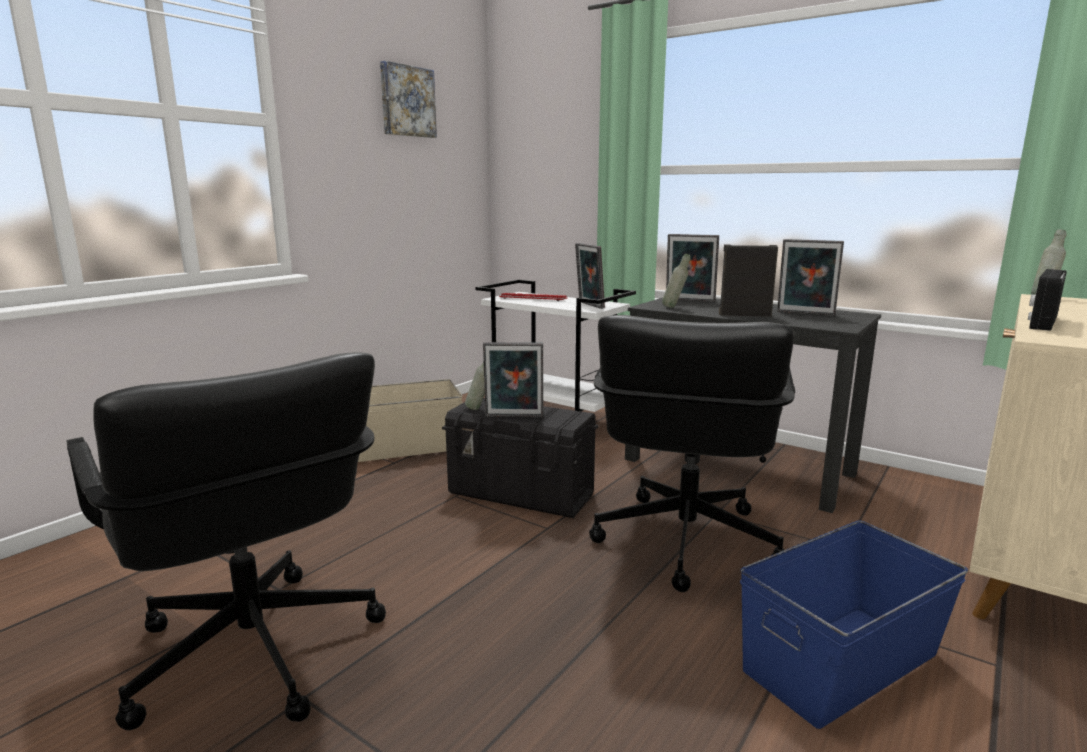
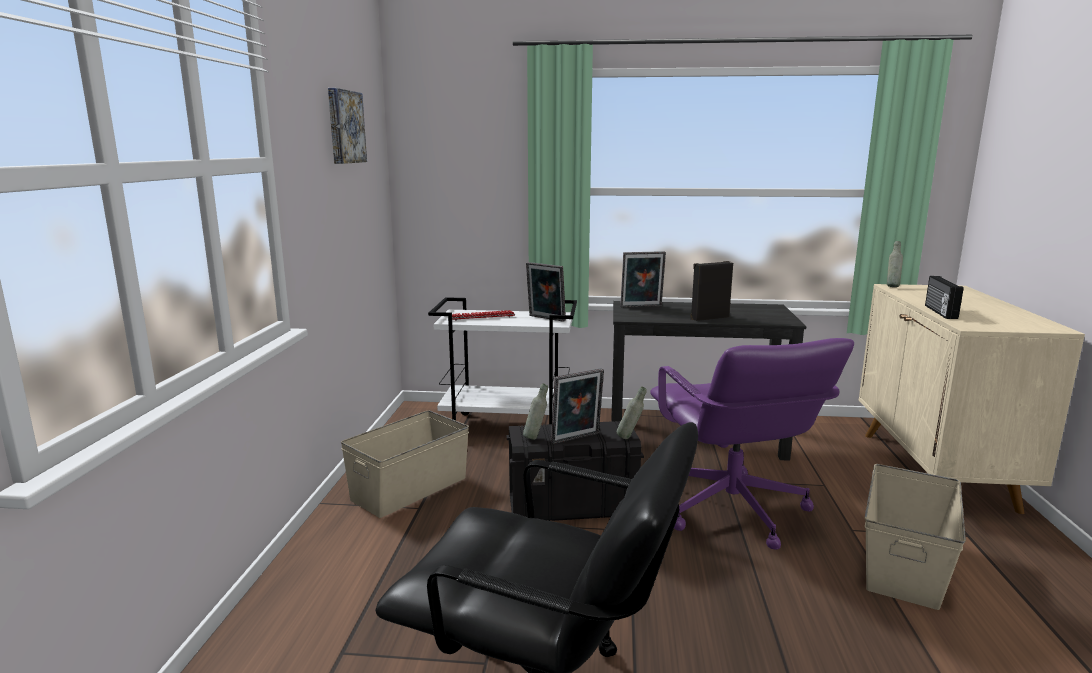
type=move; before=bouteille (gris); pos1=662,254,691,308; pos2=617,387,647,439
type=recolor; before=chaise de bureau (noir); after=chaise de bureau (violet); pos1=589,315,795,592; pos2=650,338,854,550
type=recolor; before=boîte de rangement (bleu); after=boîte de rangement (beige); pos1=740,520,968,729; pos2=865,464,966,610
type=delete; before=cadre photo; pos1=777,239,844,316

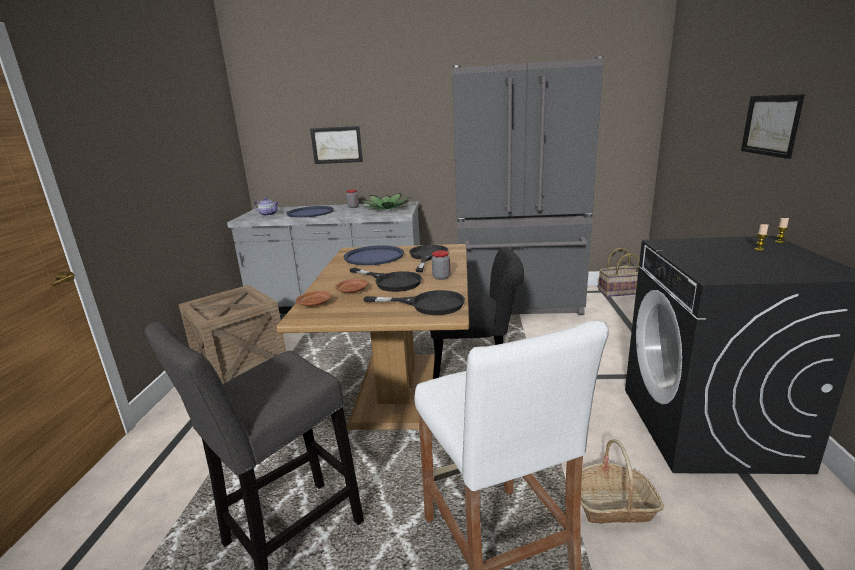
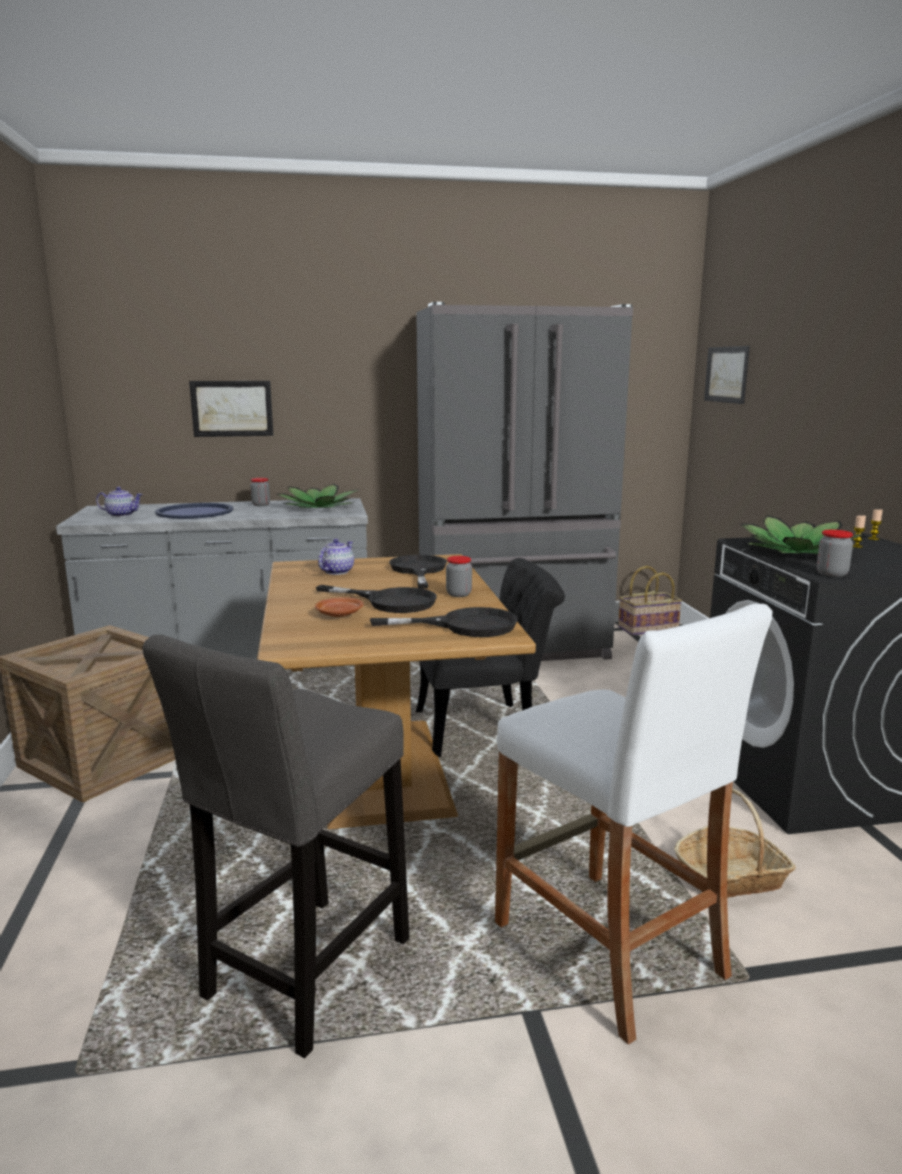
type=replace; before=plateau (bleu); after=théière; pos1=344,245,404,265; pos2=318,539,354,575
type=move; before=tableau; pos1=741,94,805,159; pos2=704,346,750,404
type=insert; after=plante en pot; pos2=738,515,866,554
type=insert; after=bocal; pos2=817,530,853,577
type=delete; before=assiette (marron); pos1=296,291,332,307

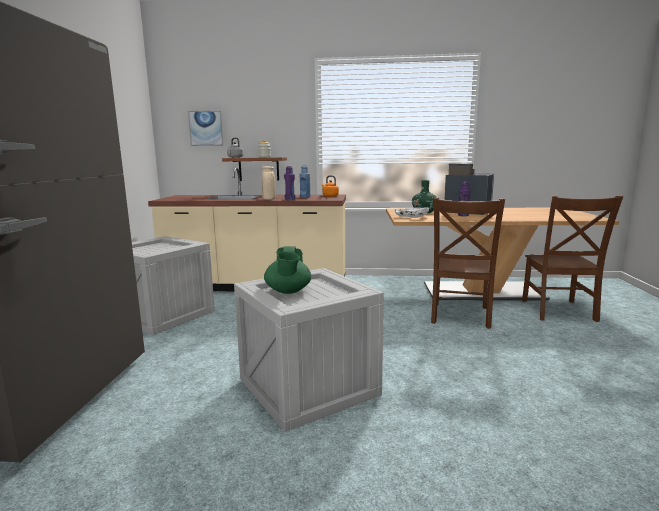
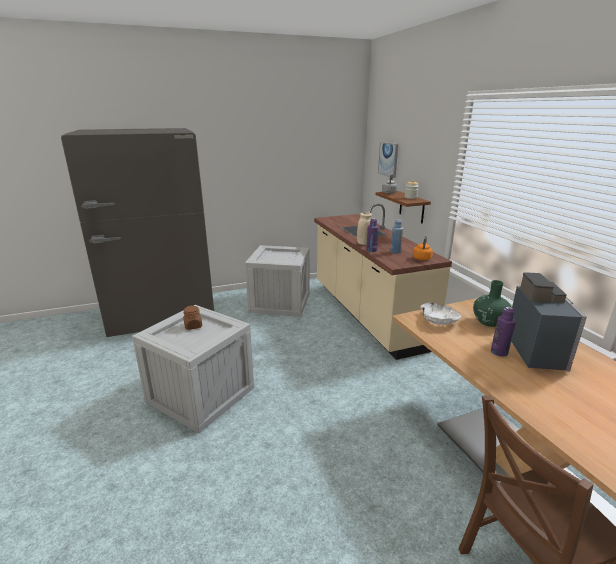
type=replace; before=théière (vert); after=bocal (marron); pos1=264,246,311,294; pos2=183,305,202,330
type=delete; before=chaise (marron); pos1=431,198,505,329

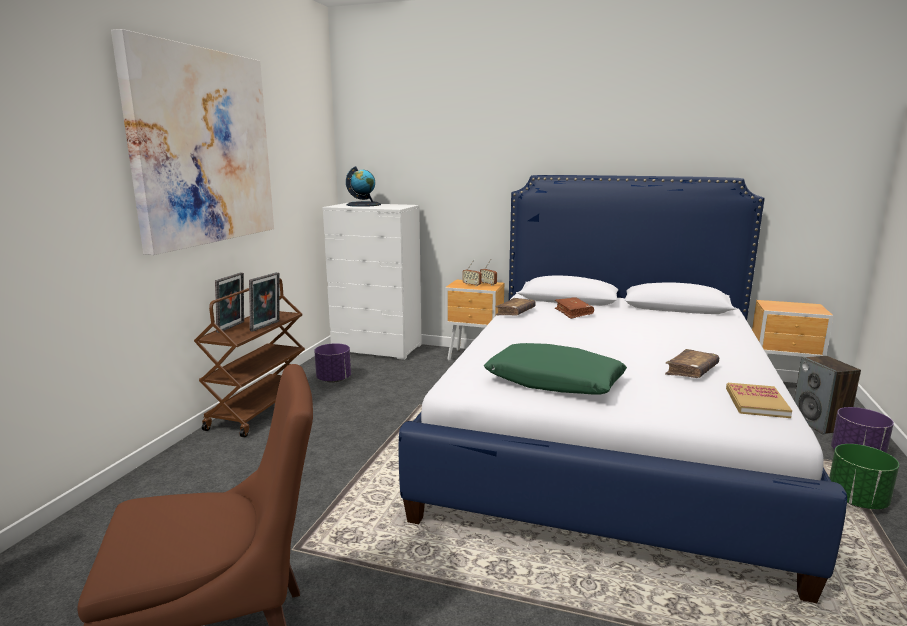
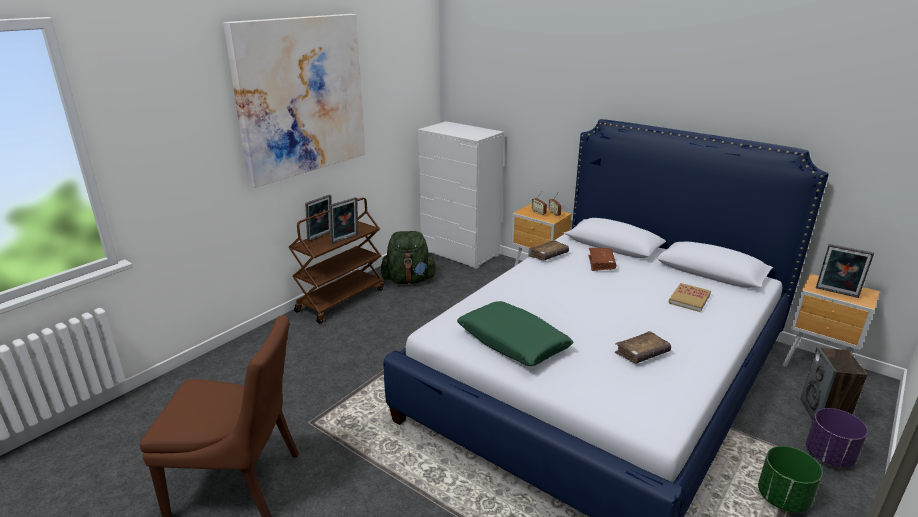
type=replace; before=cache-pot (violet); after=sac à dos (vert); pos1=314,343,351,383; pos2=381,231,437,284
type=move; before=livre; pos1=726,383,792,418; pos2=668,283,711,312
type=insert; after=cadre photo; pos2=816,244,874,298
type=delete; before=globe; pos1=346,166,381,207

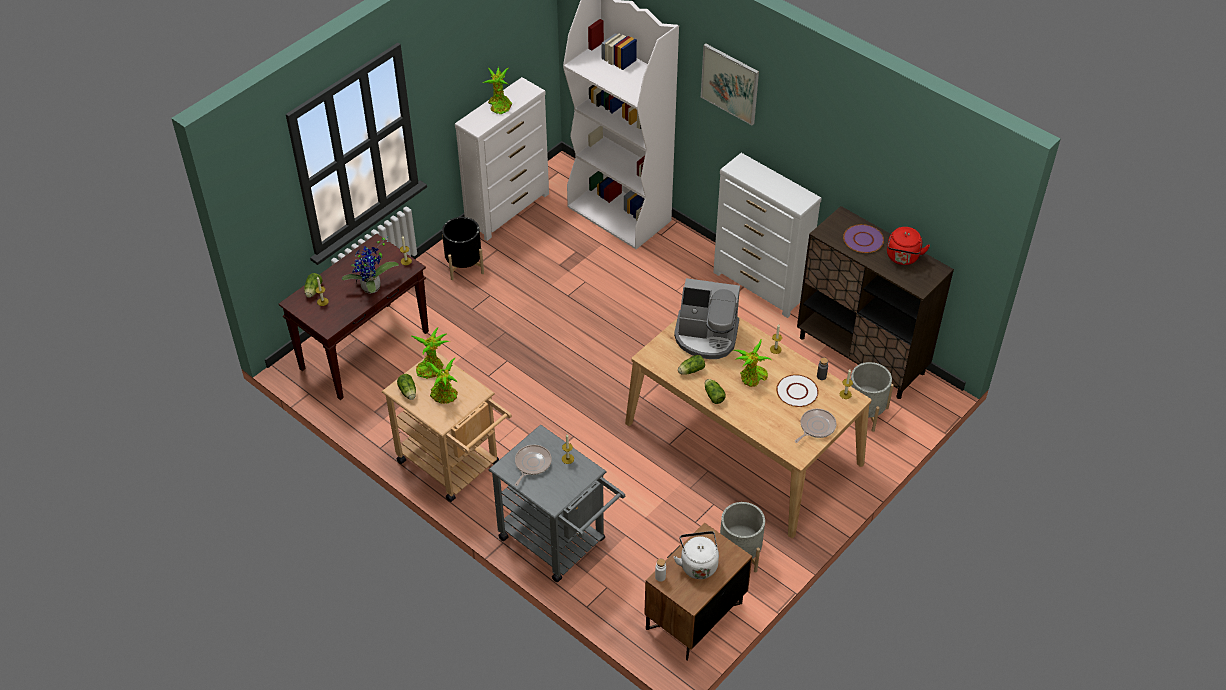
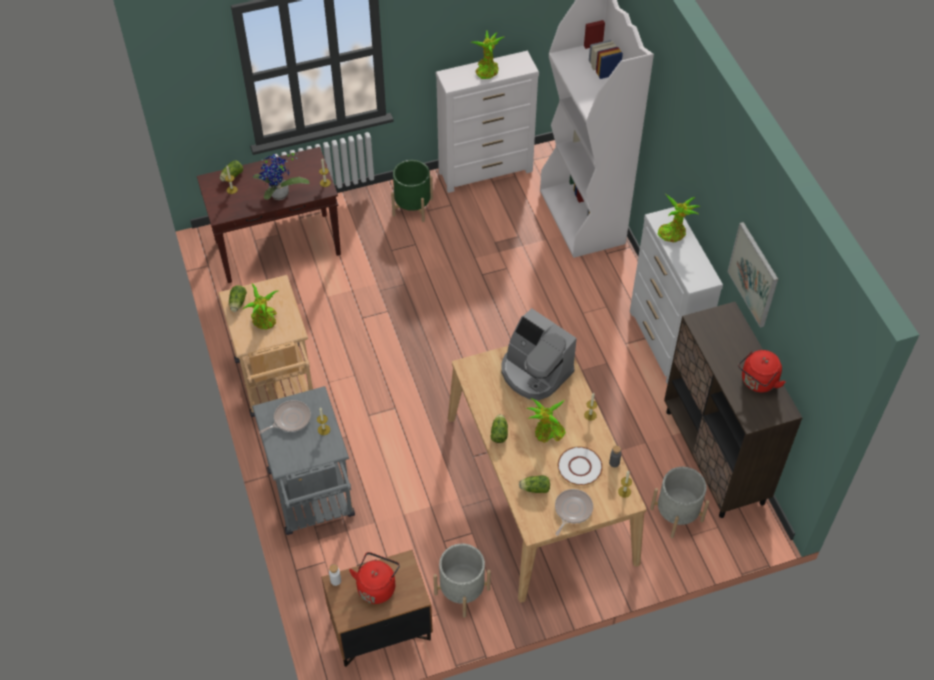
type=recolor; before=bouilloire (blanc); after=bouilloire (rouge); pos1=674,531,719,579; pos2=349,552,400,604
type=recolor; before=cache-pot (noir); after=cache-pot (vert); pos1=442,217,484,280; pos2=391,160,433,222
type=move; before=laitue; pos1=678,355,705,375; pos2=519,475,550,493
type=rotate; before=poêle; pos1=795,409,836,443; pos2=555,489,593,536; turn=-45
type=move; before=plante en pot; pos1=410,327,450,379; pos2=658,194,701,242
type=move; before=tableau; pos1=701,44,759,125; pos2=727,222,778,328
type=delete; before=assiette (violet); pos1=843,224,884,253

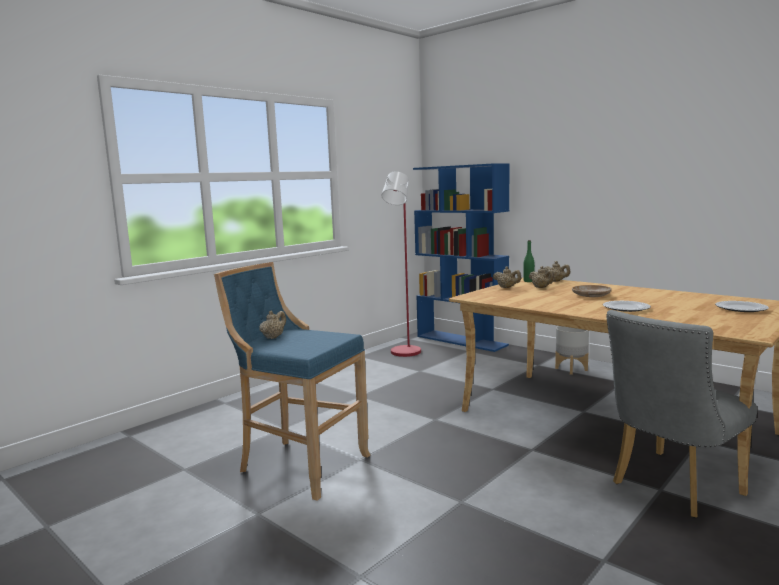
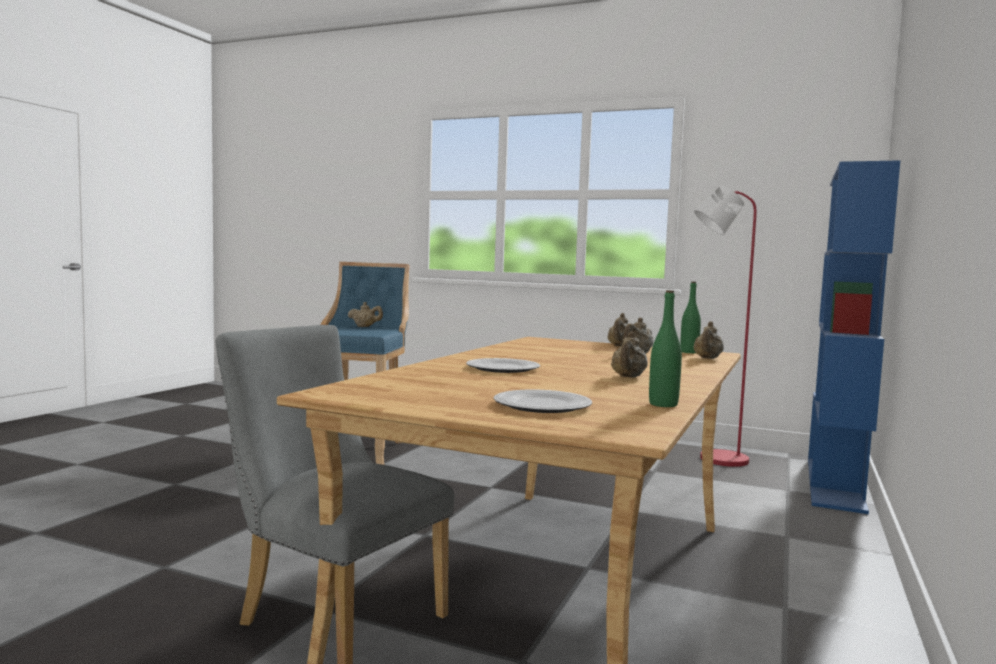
type=insert; after=théière (beige); pos2=611,331,648,378
type=insert; after=bouteille (vert); pos2=649,290,682,407
type=delete; before=cache-pot (gris); pos1=555,326,589,375
type=delete; before=assiette (beige); pos1=572,285,612,297

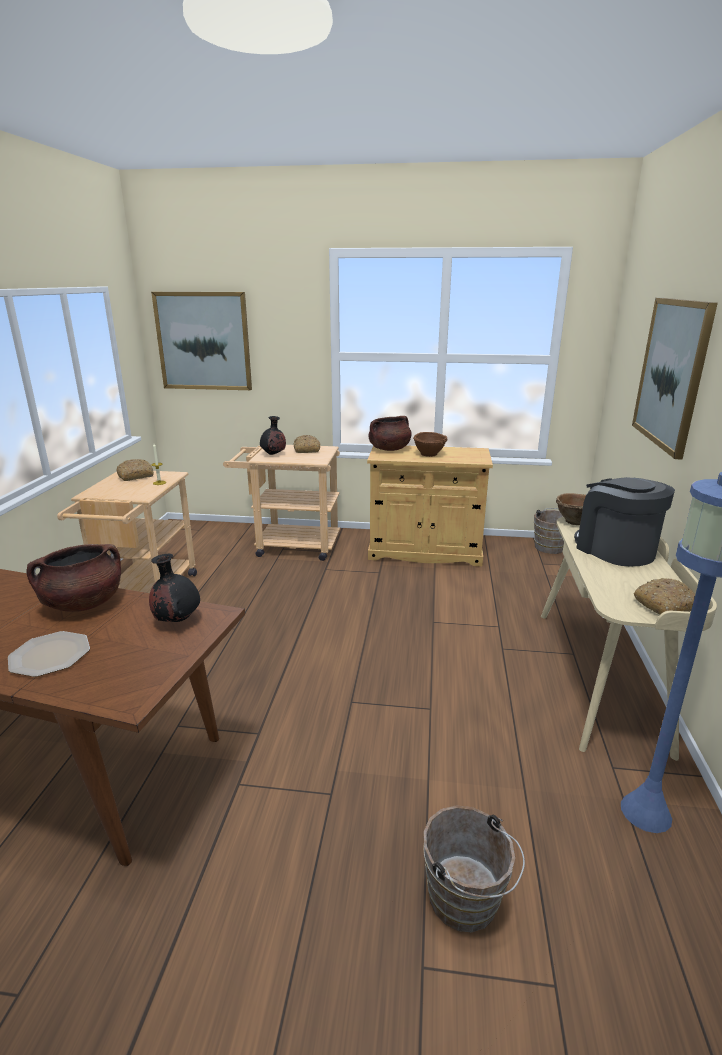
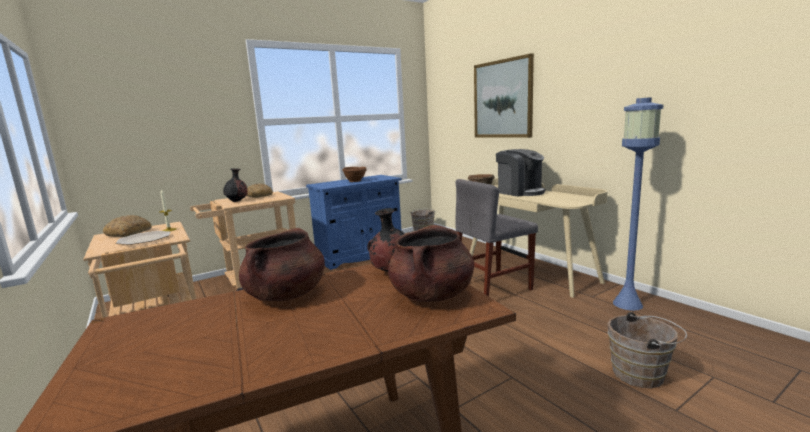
type=move; before=assiette; pos1=8,631,90,677; pos2=116,231,170,245
type=recolor; before=meuble de rangement (beige); after=meuble de rangement (bleu); pos1=367,445,493,567; pos2=306,175,402,270
type=move; before=marmite (marron); pos1=369,416,412,451; pos2=388,225,474,302
type=insert; after=chaise (gris); pos2=455,179,538,296
type=rotate; before=machine à café; pos1=574,477,675,566; pos2=496,149,545,197; turn=-150
type=delete; before=tableau; pos1=151,292,252,390
type=delete; before=pain; pos1=634,578,695,615

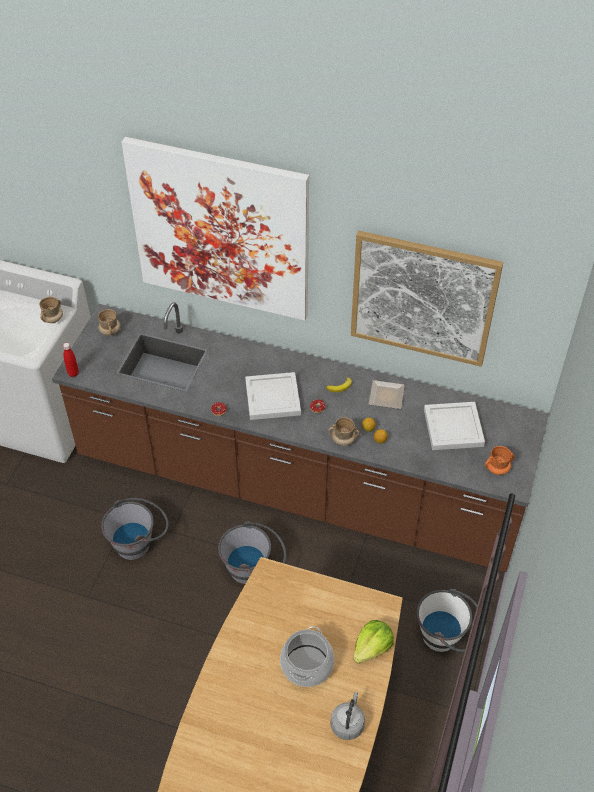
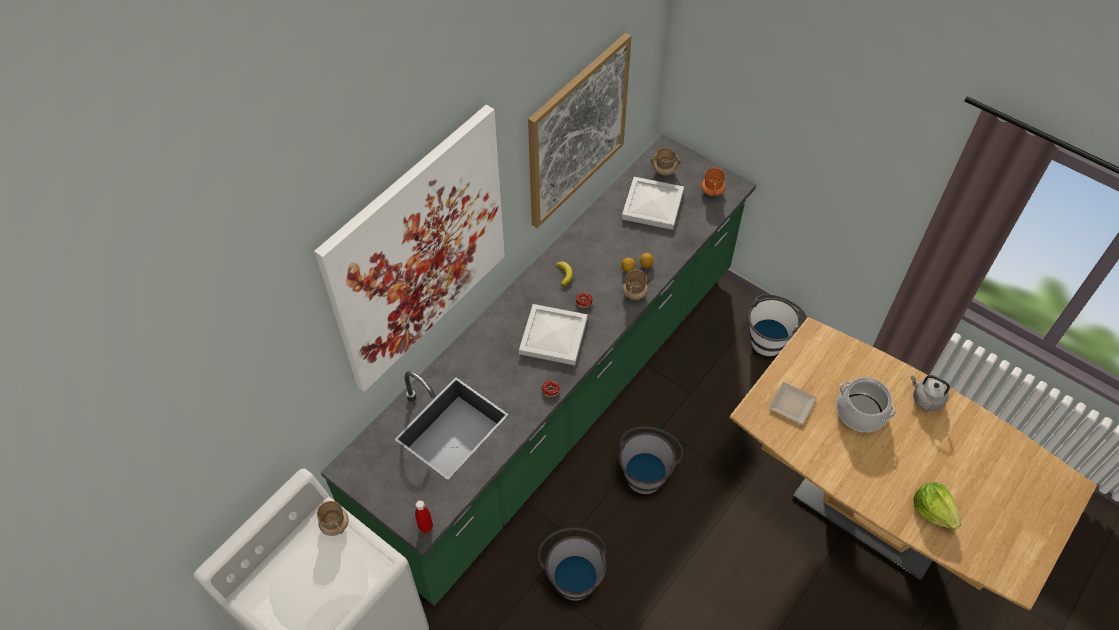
type=recolor; before=comptoir de cuisine (marron); after=comptoir de cuisine (vert); pos1=52,302,549,572; pos2=321,134,756,606
type=move; before=mug (beige); pos1=98,309,120,336; pos2=650,147,681,176
type=move; before=assiette; pos1=369,380,405,409; pos2=769,381,817,425
type=move; before=laitue; pos1=353,620,394,664; pos2=913,482,961,530

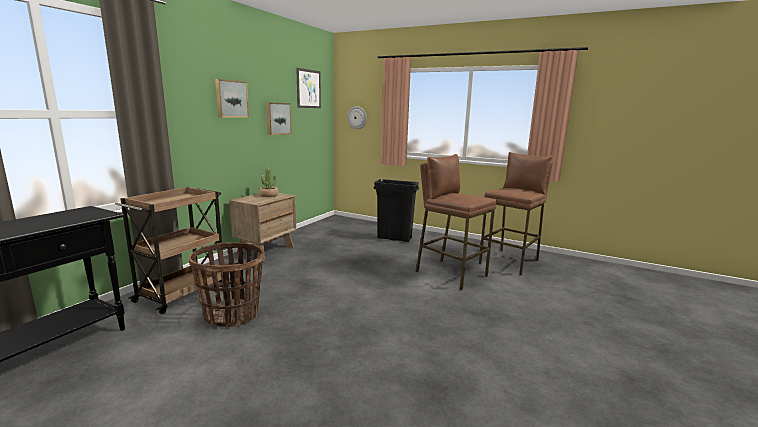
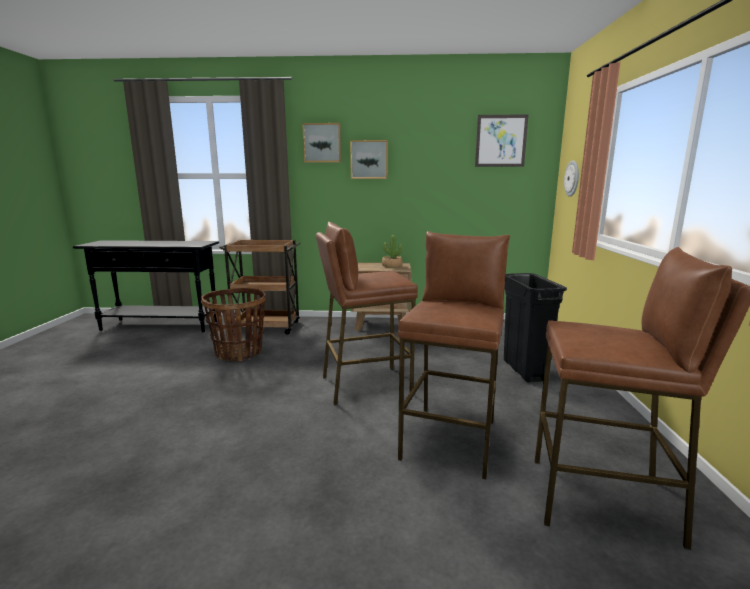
type=move; before=tableau; pos1=266,102,292,135; pos2=302,123,341,162
type=insert; after=tabouret (marron); pos2=316,222,418,405

